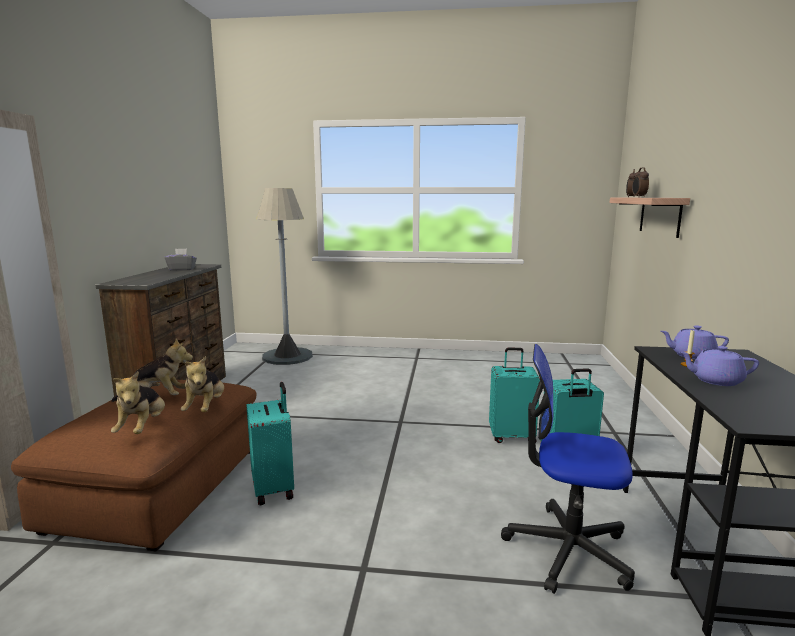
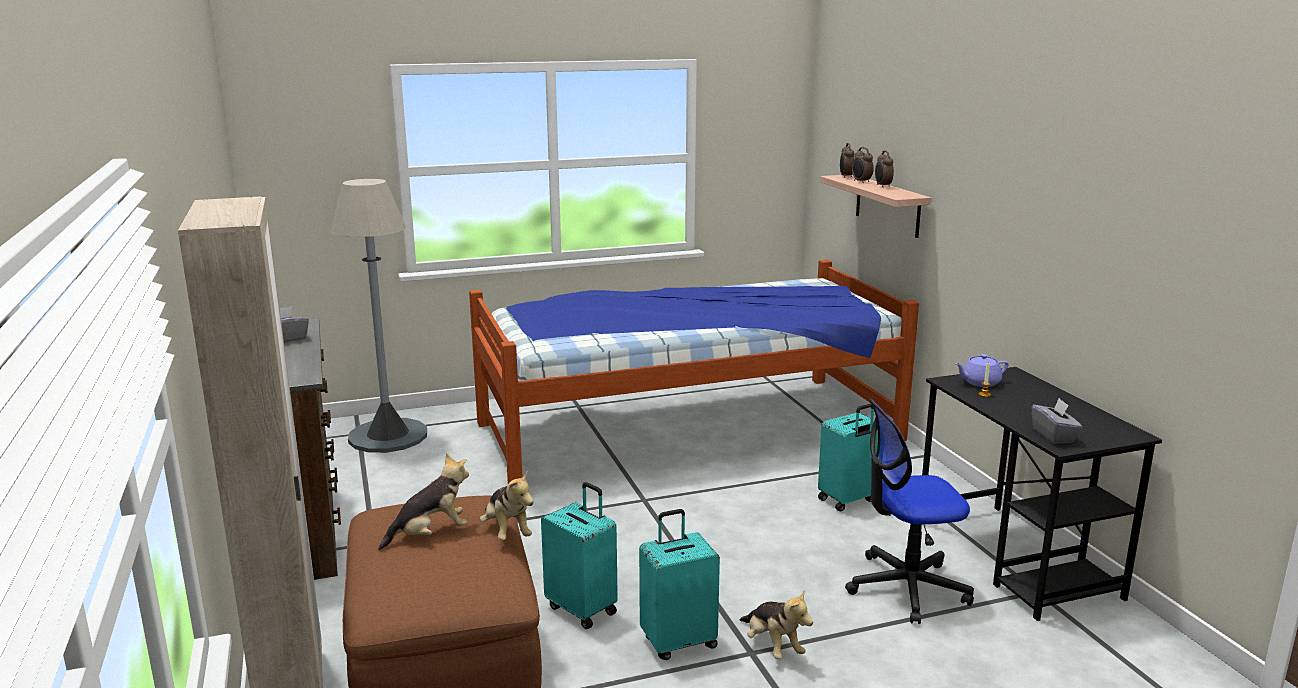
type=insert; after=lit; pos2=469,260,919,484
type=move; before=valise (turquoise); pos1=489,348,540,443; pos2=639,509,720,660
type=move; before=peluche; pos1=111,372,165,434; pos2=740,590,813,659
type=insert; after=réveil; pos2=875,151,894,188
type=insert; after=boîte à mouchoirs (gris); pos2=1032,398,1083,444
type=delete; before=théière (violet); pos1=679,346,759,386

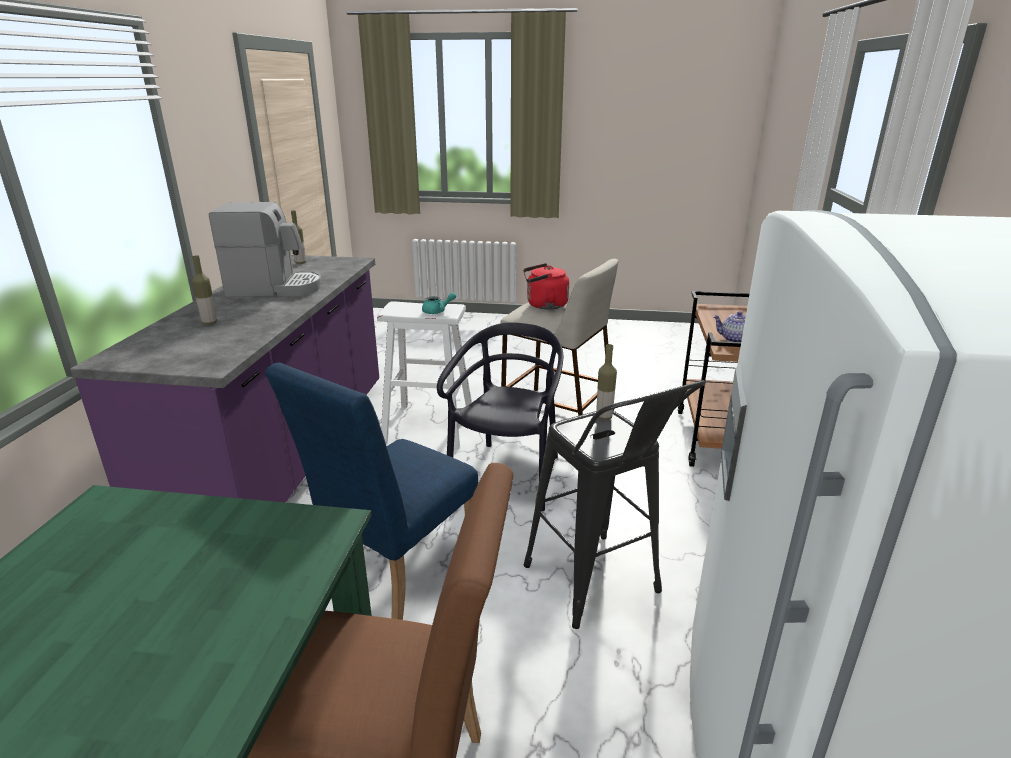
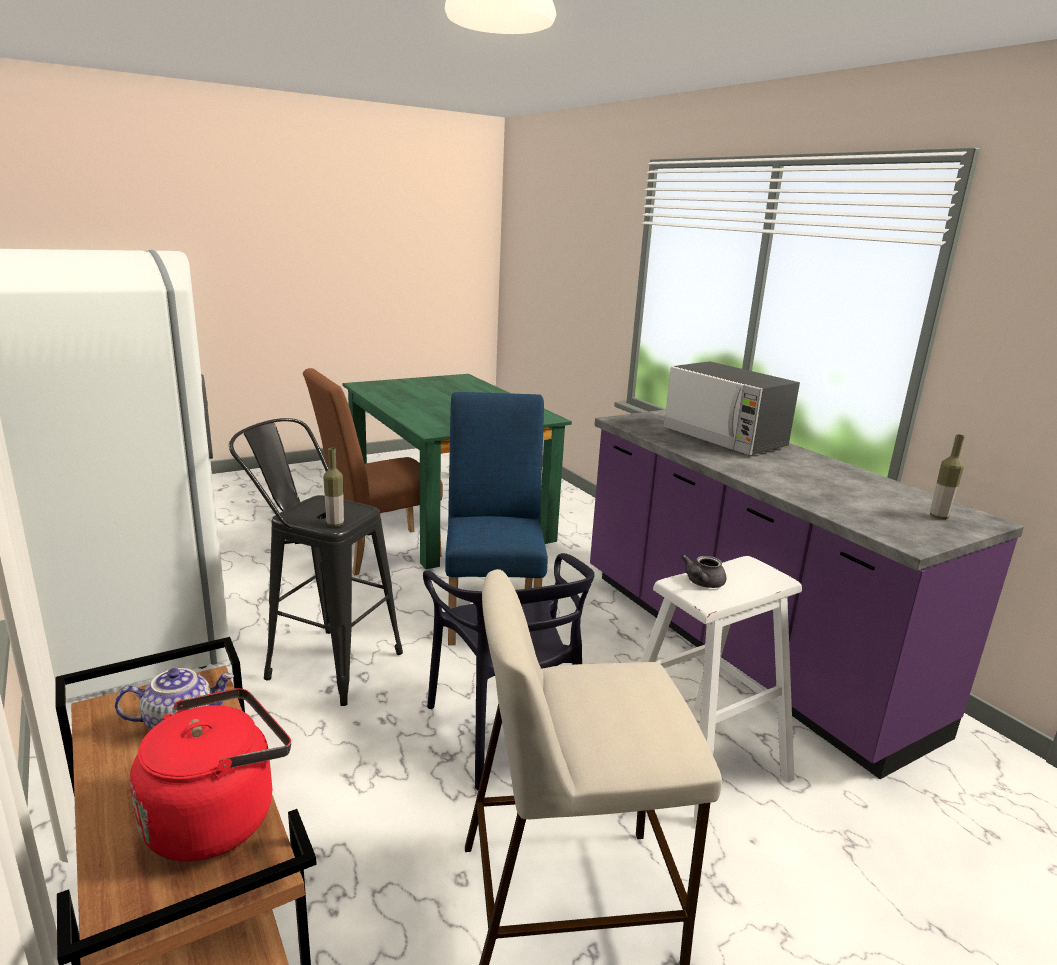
type=move; before=bouilloire (rouge); pos1=523,263,569,310; pos2=130,688,291,862
type=replace; before=bouteille; after=micro-ondes; pos1=192,256,217,325; pos2=663,361,800,455
type=recolor; before=théière (turquoise); after=théière (gris); pos1=422,292,456,314; pos2=681,555,726,588
type=delete; before=machine à café; pos1=209,202,321,298

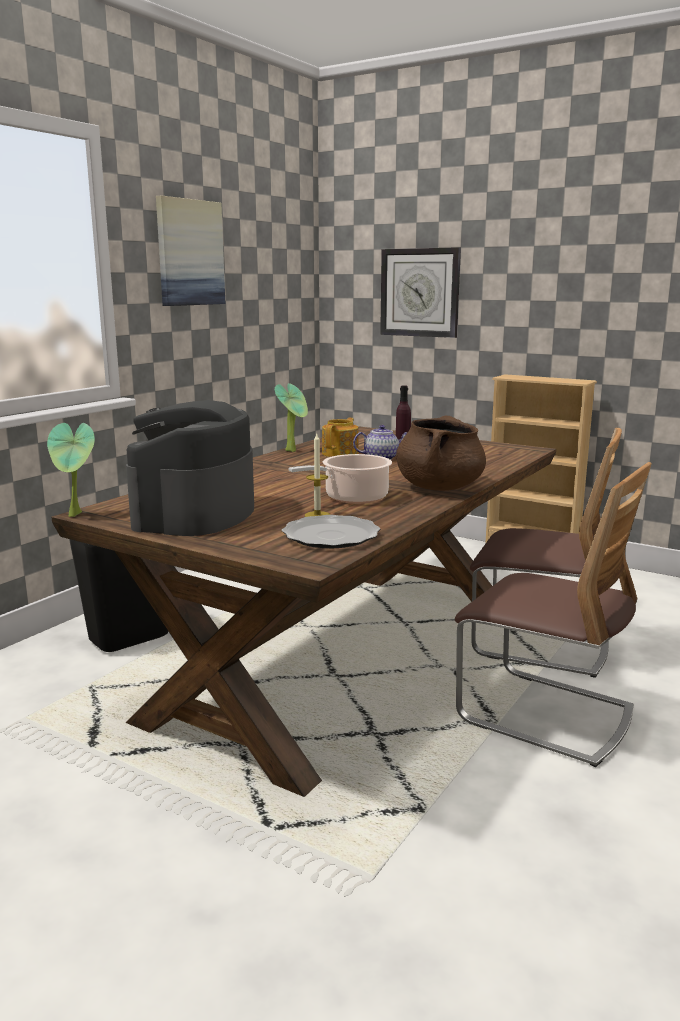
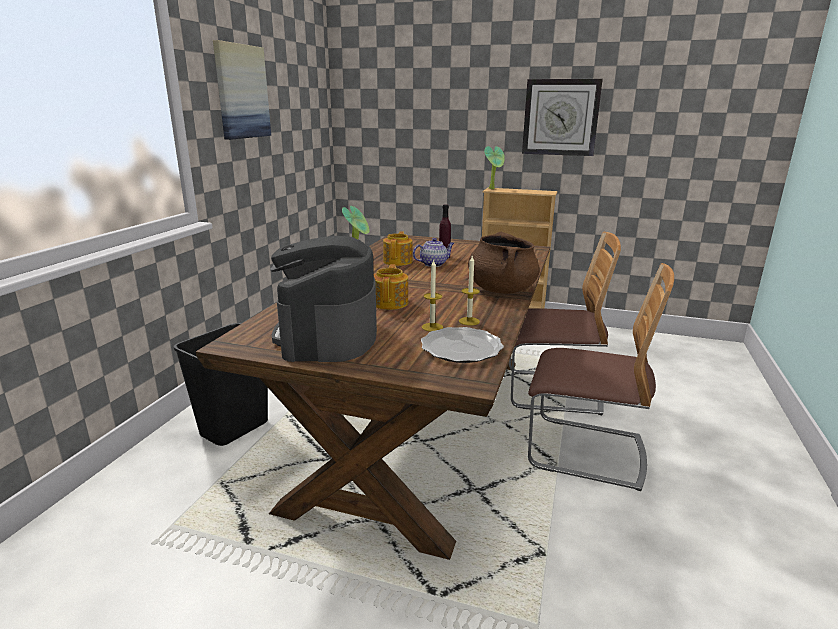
type=insert; after=théière; pos2=374,264,408,310
type=insert; after=bougie; pos2=459,256,480,326
type=move; before=plante en pot; pos1=47,423,95,517; pos2=484,146,505,189
type=move; before=horloge murale; pos1=380,247,461,338; pos2=522,79,603,156
type=delete; before=marmite; pos1=289,454,392,504

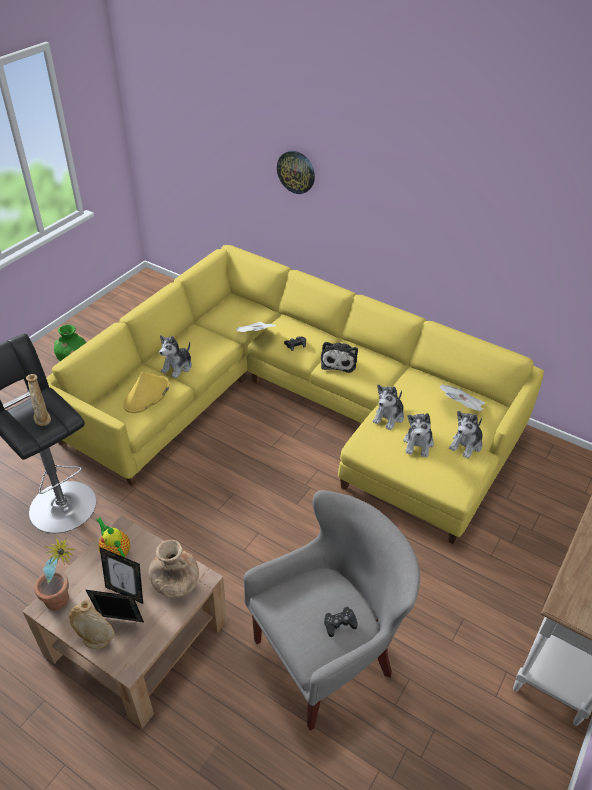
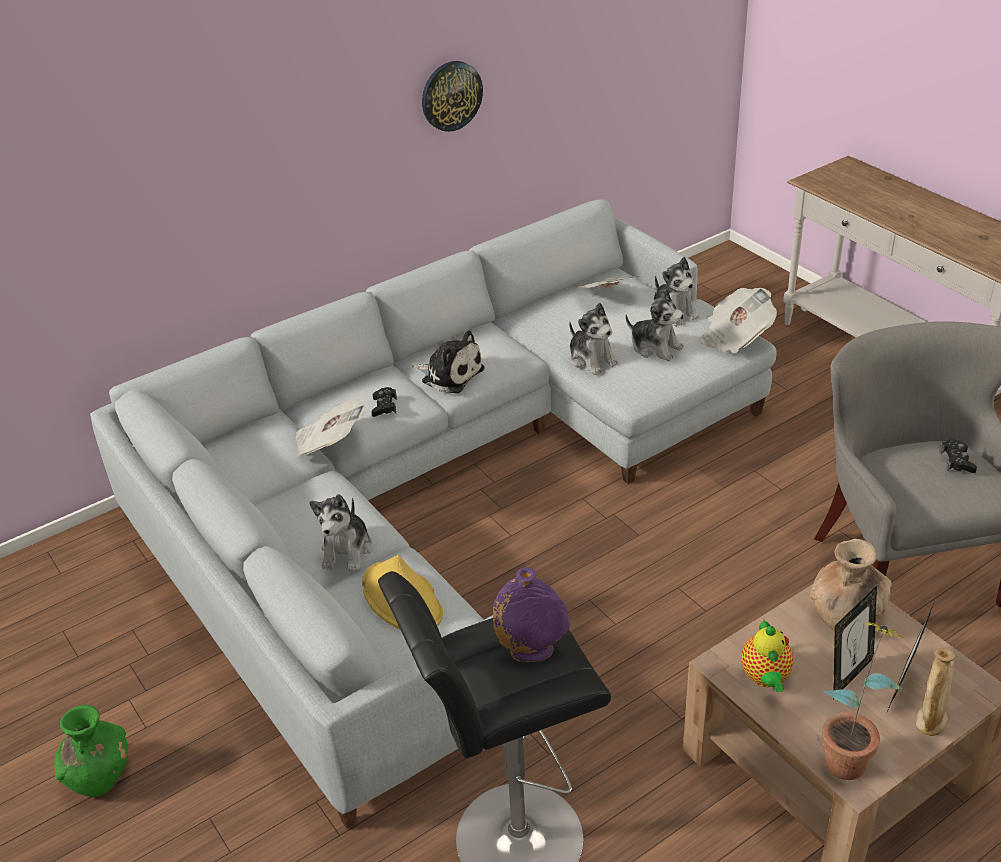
type=recolor; before=canapé (jaune); after=canapé (gris); pos1=46,245,544,544; pos2=90,199,777,829
type=rotate; before=peluche; pos1=159,335,192,378; pos2=309,494,373,571; turn=45
type=move; before=horloge murale; pos1=277,151,315,194; pos2=422,61,483,132
type=recolor; before=vase (beige); after=vase (violet); pos1=26,374,51,426; pos2=493,567,570,662
type=insert; after=journal; pos2=700,288,777,353
type=rotate; before=théière; pos1=96,517,130,557; pos2=741,619,794,692; turn=-75

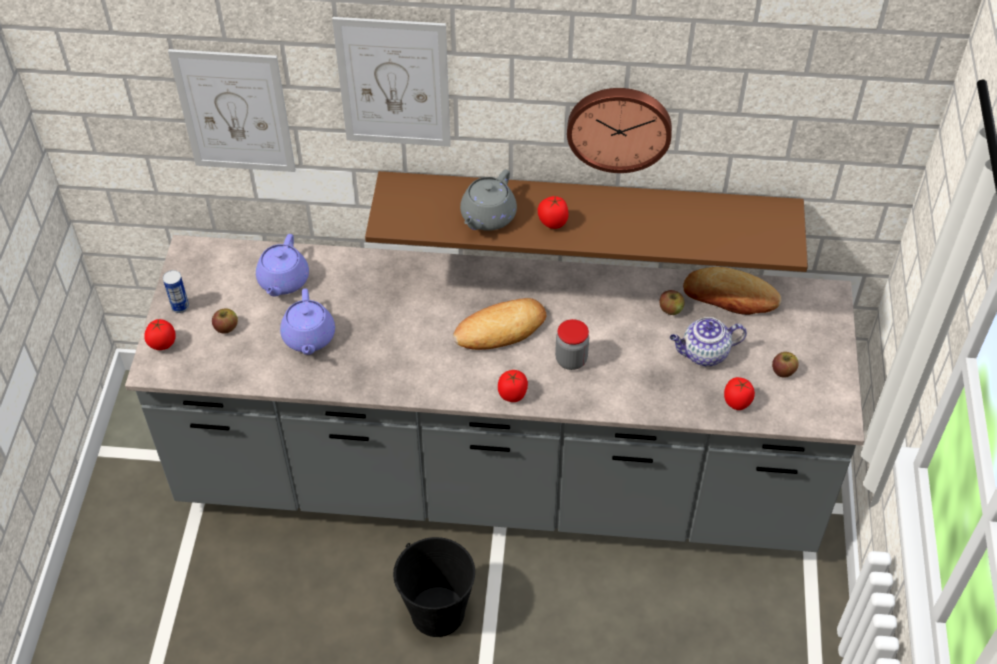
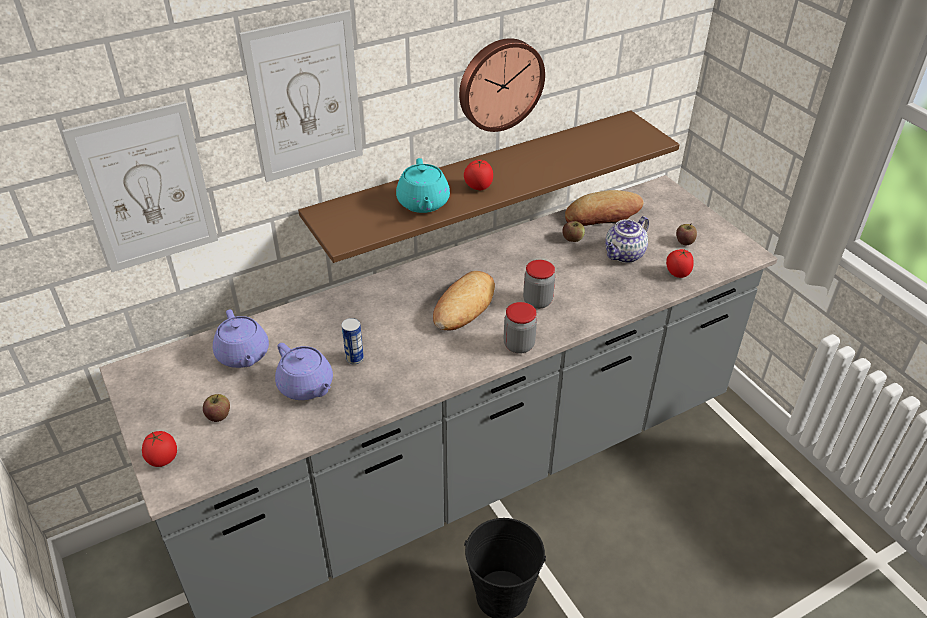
type=move; before=boîte métallique; pos1=163,270,189,313; pos2=342,318,364,365
type=recolor; before=théière (gris); after=théière (turquoise); pos1=460,169,517,231; pos2=396,158,450,213
type=replace; before=tomate; after=bocal; pos1=498,370,528,402; pos2=504,302,537,353

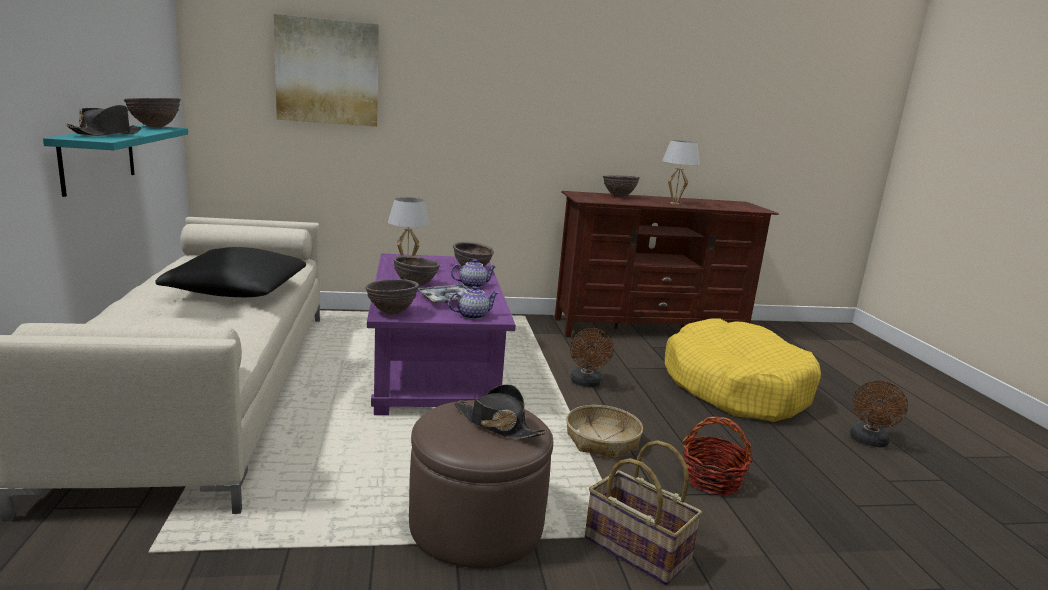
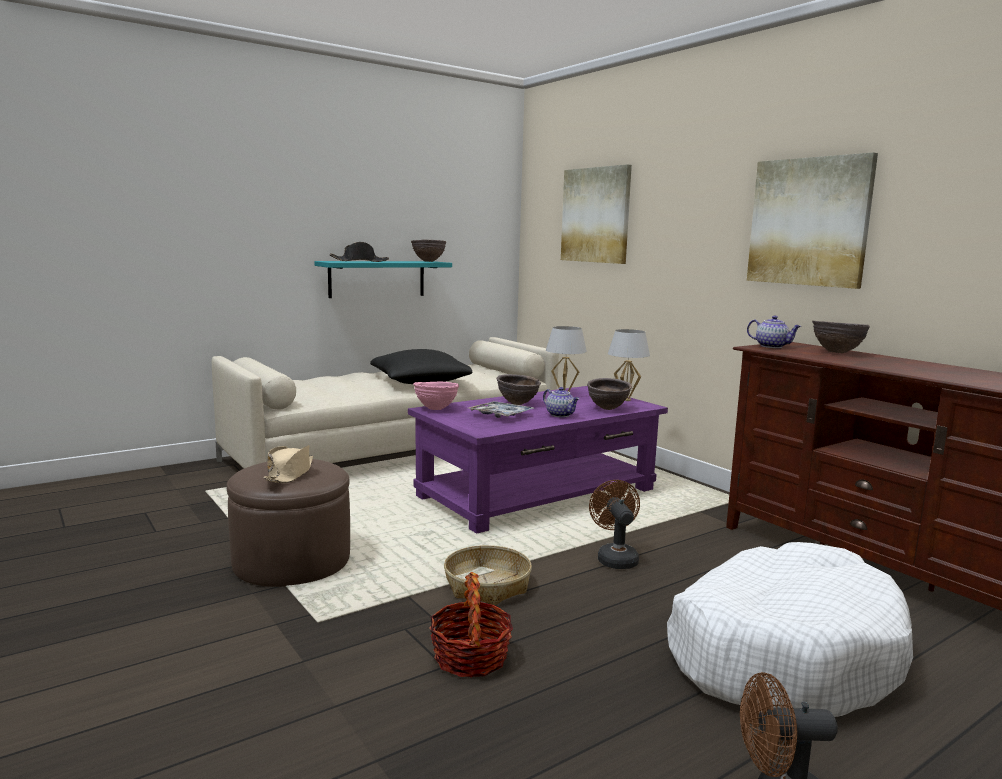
type=recolor; before=chapeau (noir); after=chapeau (beige); pos1=454,384,548,439; pos2=264,445,313,483
type=recolor; before=bol (marron); after=bol (rose); pos1=365,279,419,315; pos2=413,381,459,410
type=rotate; before=ventilateur (marron); pos1=570,328,614,387; pos2=589,480,640,569; turn=105
type=move; before=lampe de table (blanc); pos1=662,140,700,205; pos2=608,329,650,401
type=recolor; before=panier pour chien (jaune); after=panier pour chien (blanc); pos1=665,318,821,422; pos2=667,542,913,717
type=insert; after=tableau; pos2=747,152,878,289
type=move; before=théière; pos1=448,286,498,319; pos2=747,315,802,348
type=delete; before=panier; pos1=585,440,702,585

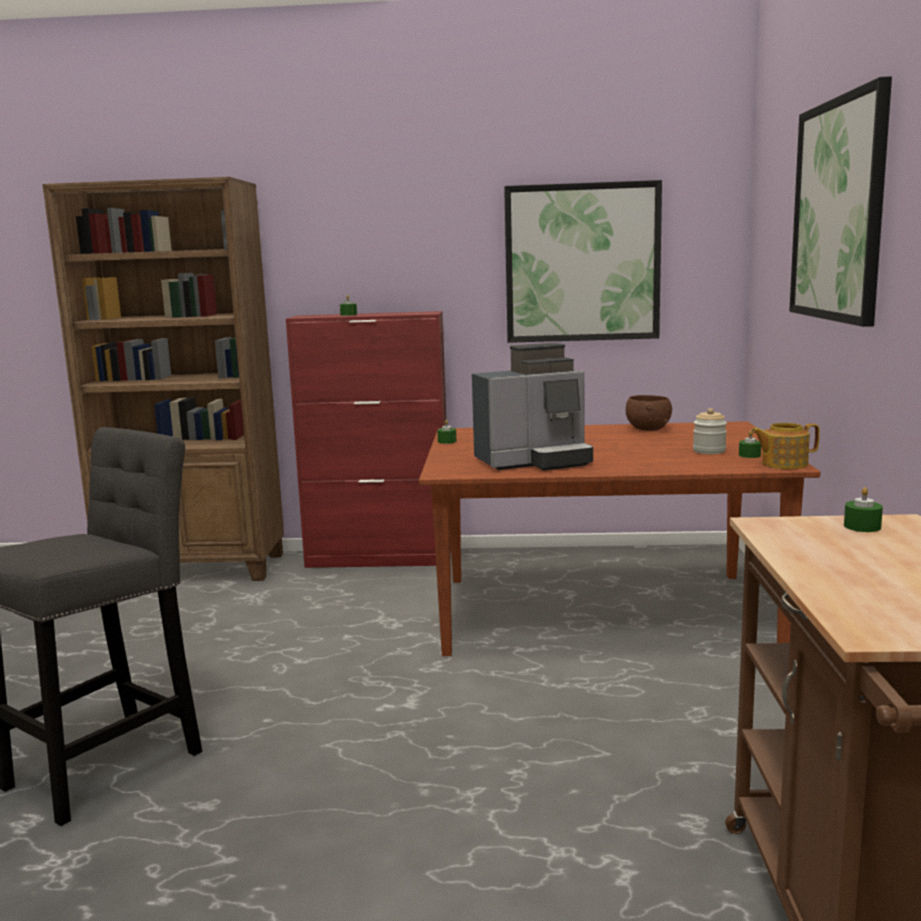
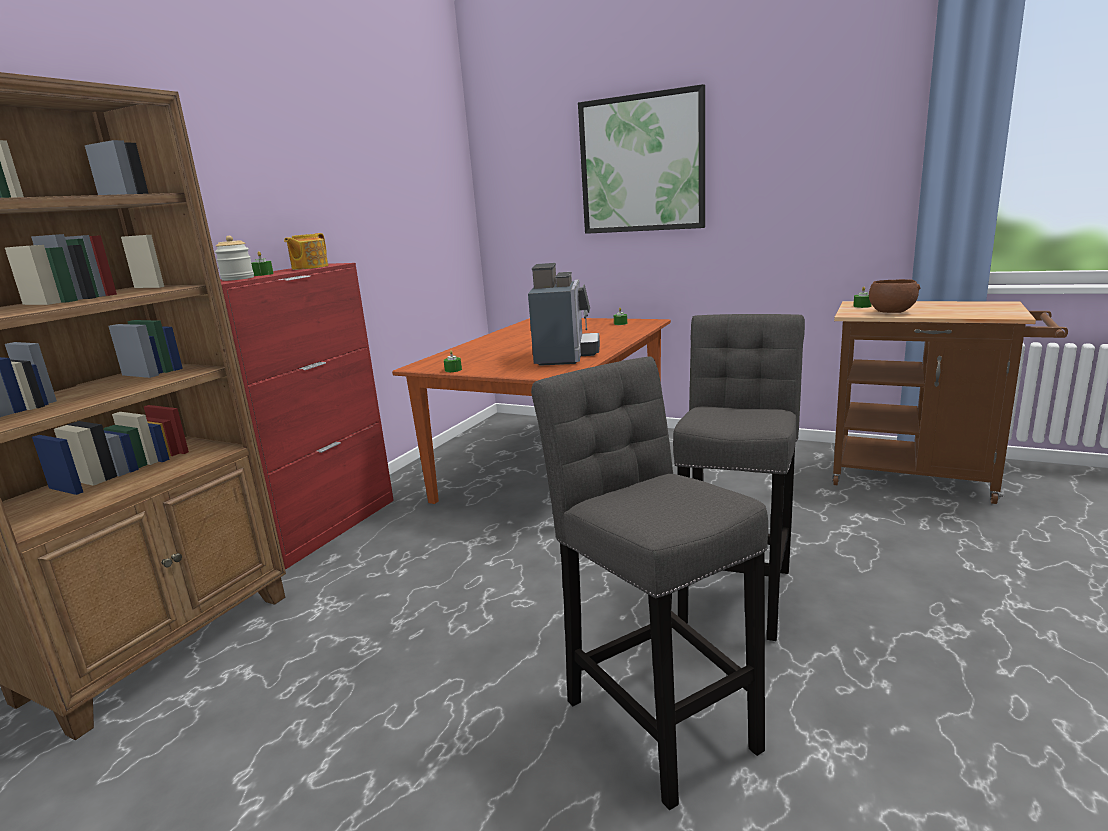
type=move; before=bocal; pos1=693,408,727,454; pos2=215,236,254,281
type=move; before=théière; pos1=751,423,820,469; pos2=284,233,328,270
type=insert; after=tabouret (gris); pos2=673,314,805,641
type=move; before=bol (marron); pos1=626,395,672,431; pos2=869,279,920,313
type=delete; before=tableau; pos1=504,180,662,343

